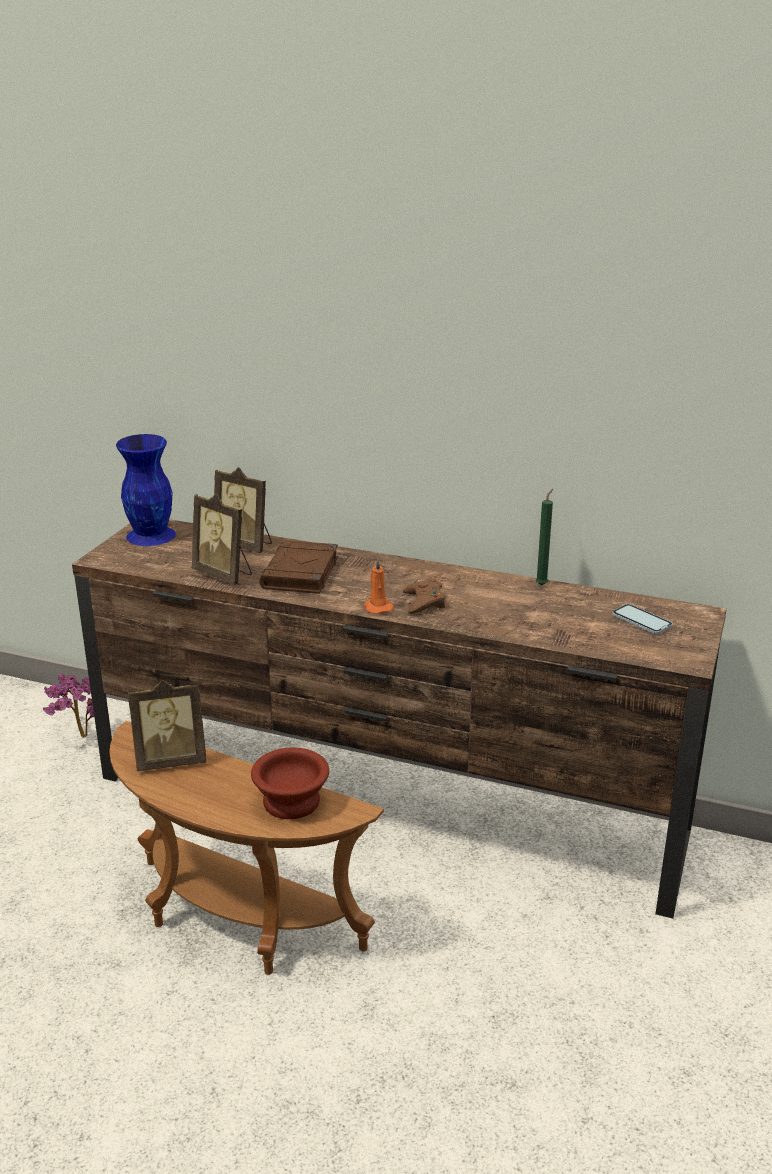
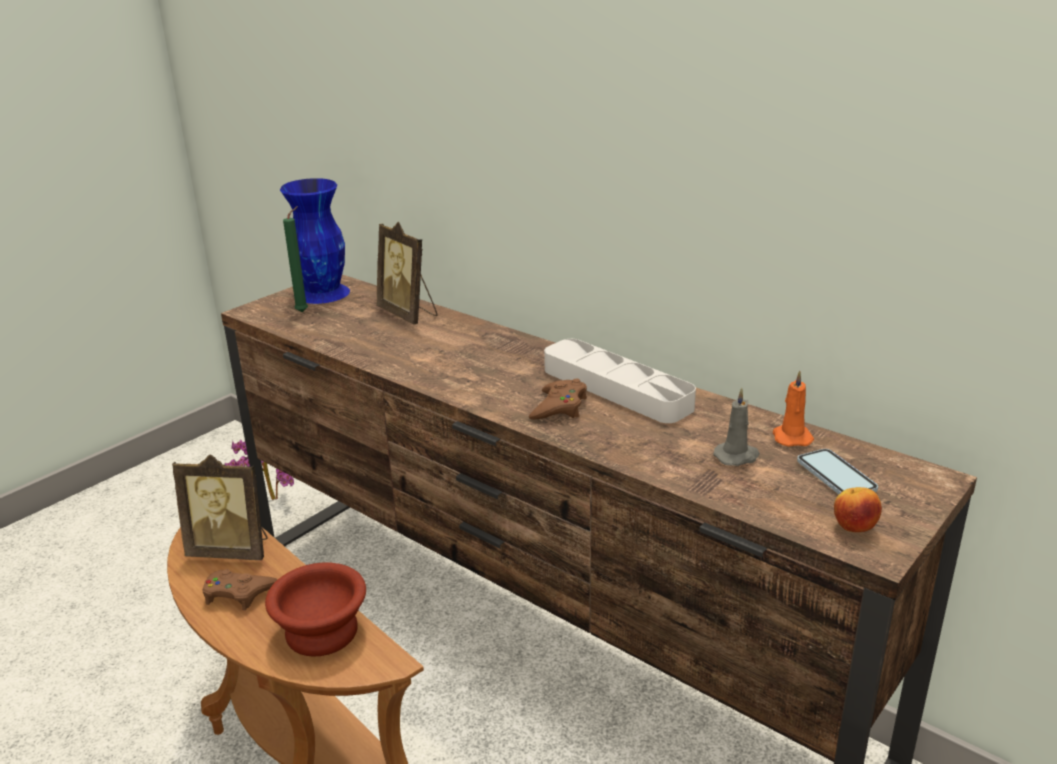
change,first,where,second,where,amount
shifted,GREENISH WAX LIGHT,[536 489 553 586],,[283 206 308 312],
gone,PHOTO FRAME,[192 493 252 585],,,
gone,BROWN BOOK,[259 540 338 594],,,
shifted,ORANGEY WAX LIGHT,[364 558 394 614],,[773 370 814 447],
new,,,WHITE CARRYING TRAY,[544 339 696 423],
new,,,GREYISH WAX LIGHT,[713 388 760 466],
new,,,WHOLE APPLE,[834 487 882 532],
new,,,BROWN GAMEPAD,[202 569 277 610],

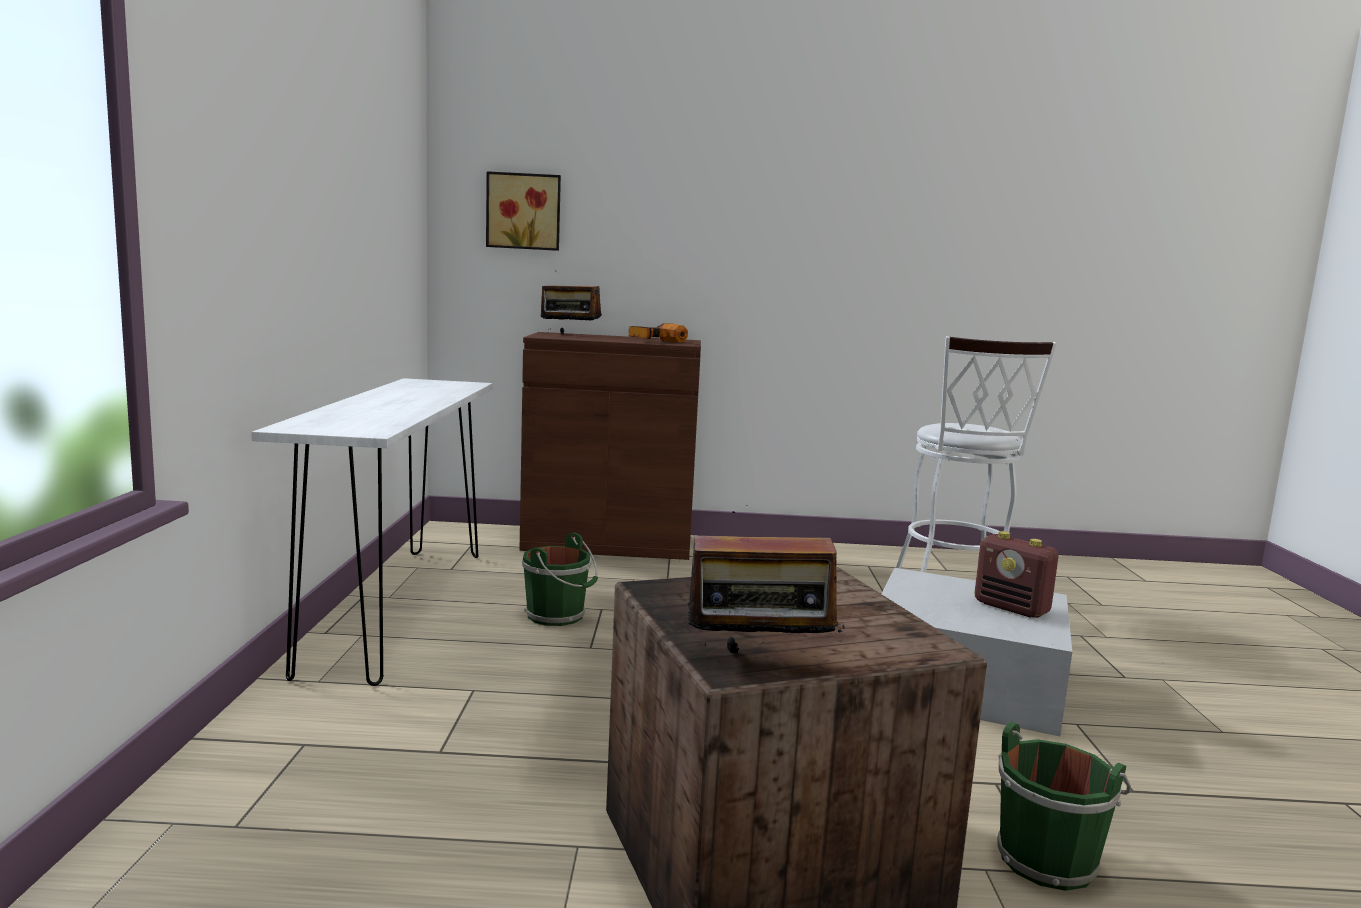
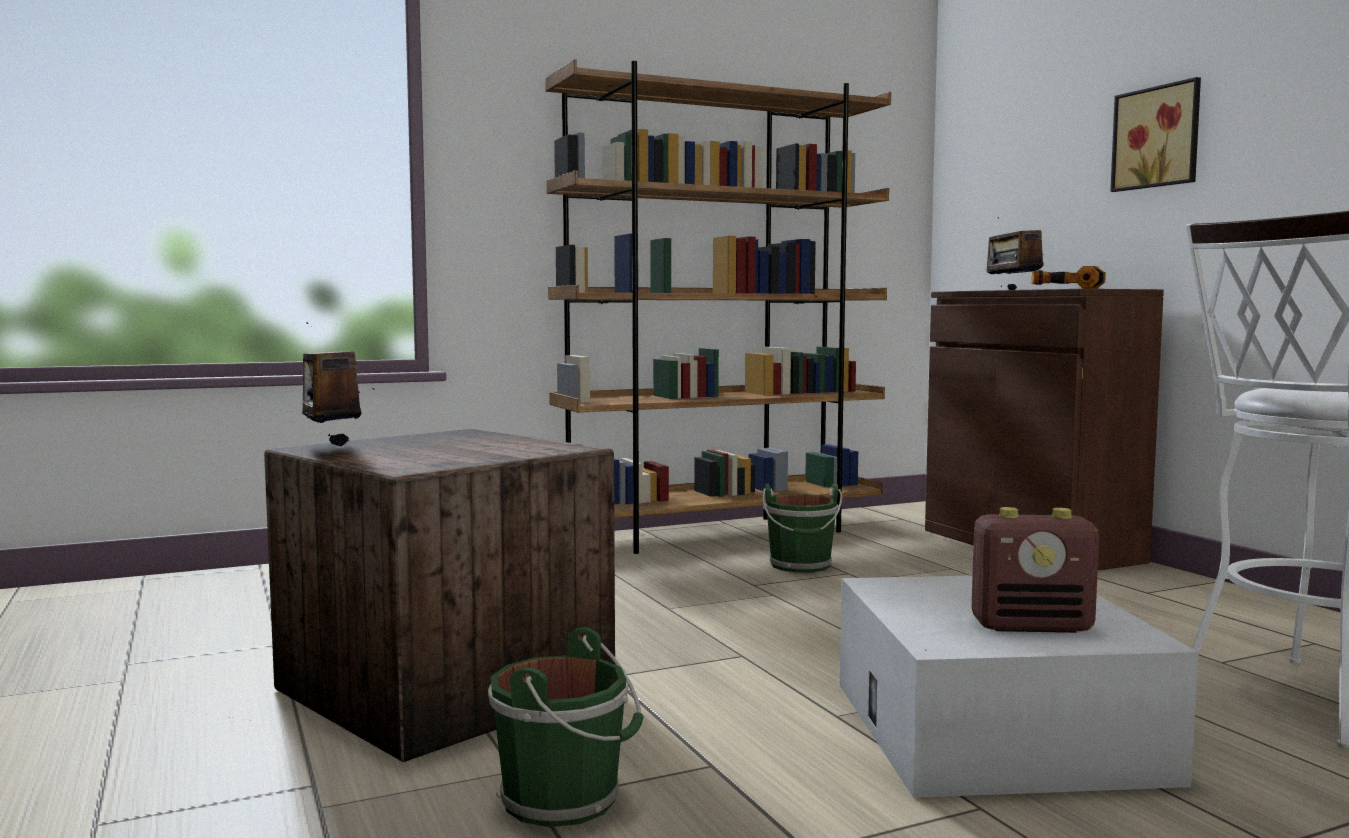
change,first,where,second,where,amount
shifted,WALL PICTURE,[486 171 561 251],,[1110 77 1201 192],
swapped,WHITE CONSOLE TABLE,[252 378 493 686],BROWN BOOKSHELF,[545 59 891 554],
rotated,RADIO RECEIVER,[974 531 1059 618],,[972 507 1099 633],105 degrees counterclockwise

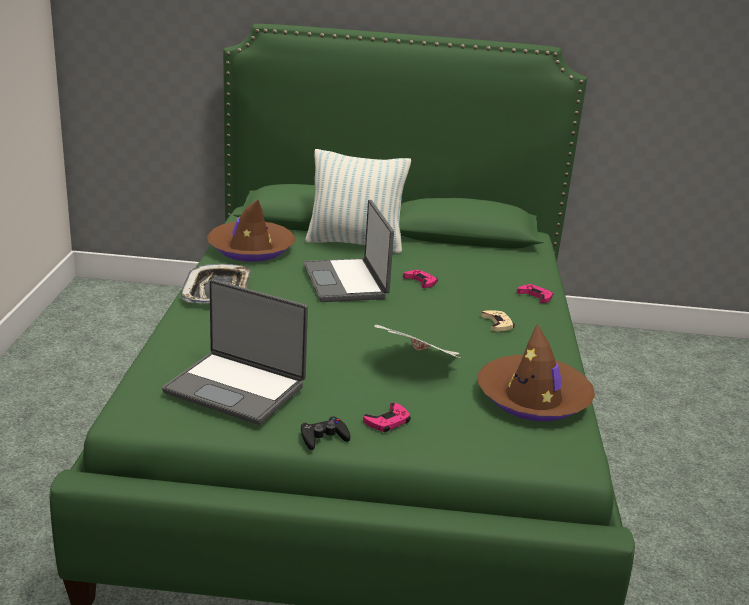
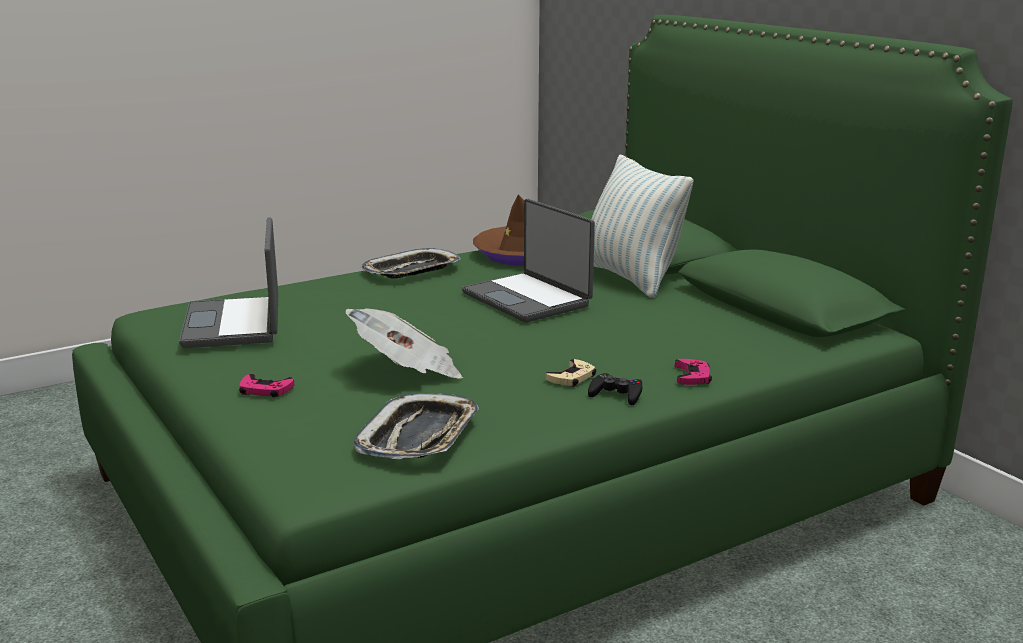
change,first,where,second,where,amount
rotated,NOTEBOOK COMPUTER,[303 200 394 302],,[462 199 595 322],75 degrees counterclockwise
gone,PINK-COLOURED GAMEPAD,[403 270 438 288],,,
swapped,BROWN CLOTHING HAT,[478 324 595 421],CARRYING TRAY,[354 393 479 459],
shifted,BLACK GAMEPAD,[301 416 350 450],,[588 373 642 405],

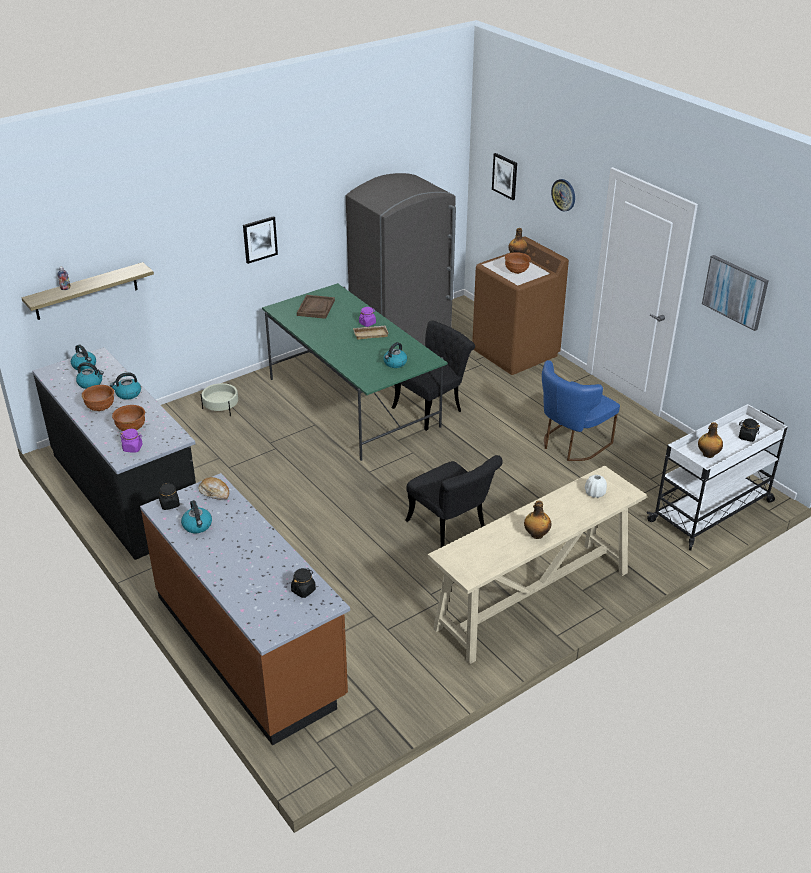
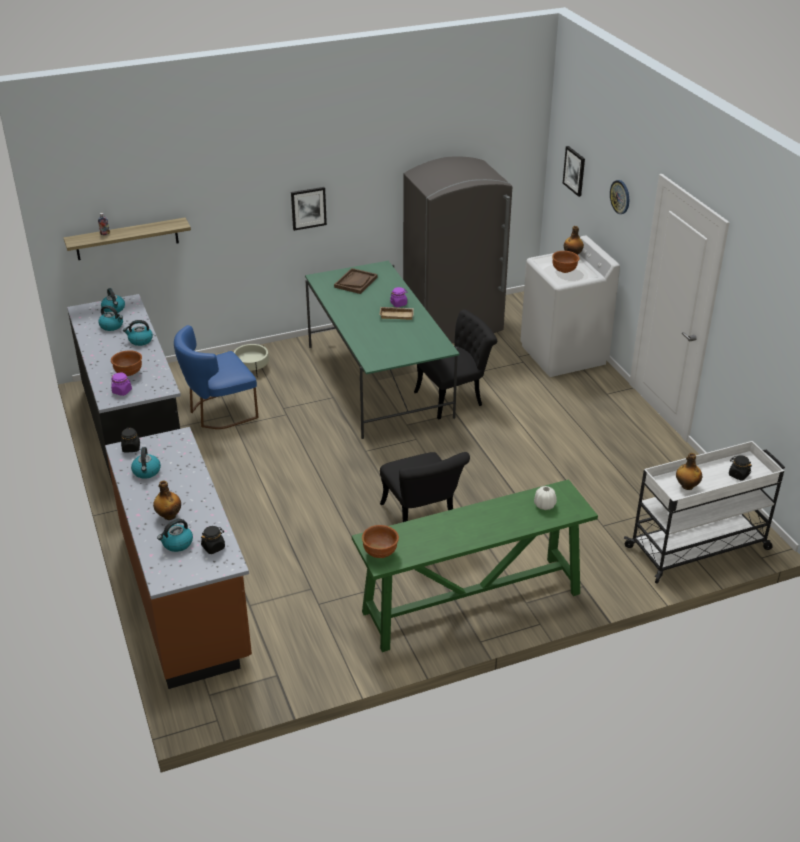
change,first,where,second,where,amount
repainted,BROWN LAUNDRY APPLIANCE,[472 237 569 375],WHITE LAUNDRY APPLIANCE,[520 236 620 377],
gone,WALL PICTURE,[702 255 769 331],,,
shifted,WATER KETTLE,[383 342 407 368],,[157 519 193 552],
shifted,BLUISH UPRIGHT CHAIR,[542 360 620 461],,[174 325 258 429],
shifted,BROWN DEEP DISH,[82 385 114 411],,[362 525 399 558],
repainted,BEIGE CONSOLE TABLE,[428 465 647 664],GREENISH CONSOLE TABLE,[352 479 598 652],
gone,BAKERY BREAD,[199 477 229 499],,,
shifted,DRINK BOTTLE,[524 500 552 539],,[153 481 181 520],

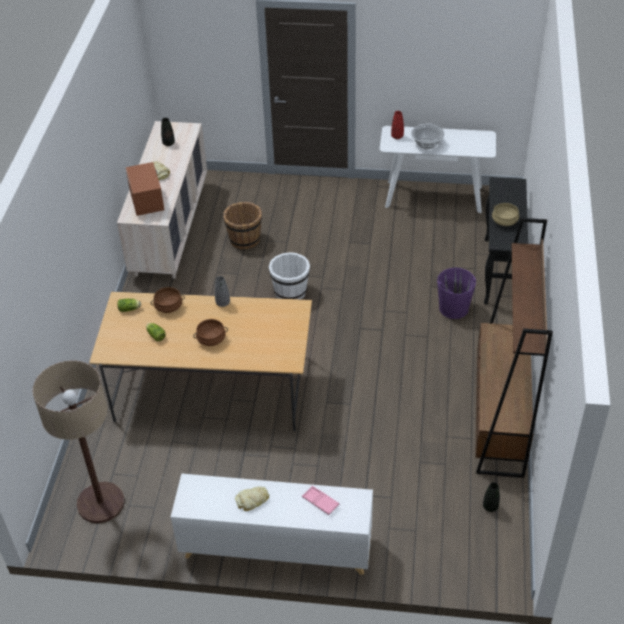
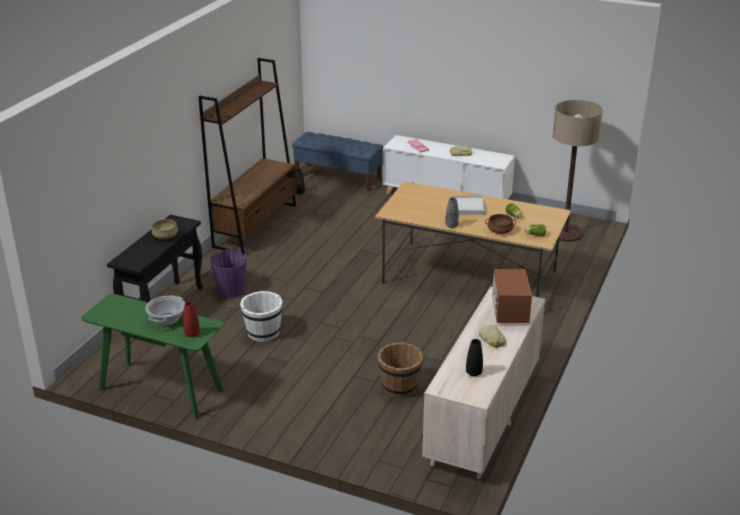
change,first,where,second,where,amount
repainted,WHITE CONSOLE TABLE,[380 126 496 213],GREENISH CONSOLE TABLE,[81 294 224 420],
shifted,WHITE BUCKET,[269 252 310 299],,[240 291 283 342],
swapped,BROWN SAUCEPOT,[193 319 228 346],WHITE CARRYING TRAY,[452 196 485 215],
new,,,BLUISH INDOOR BENCH,[292 132 383 192],

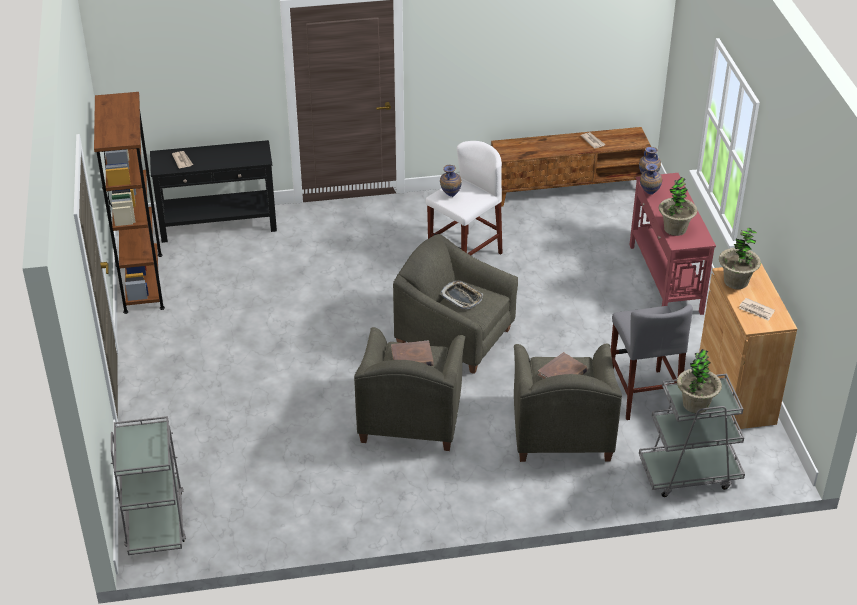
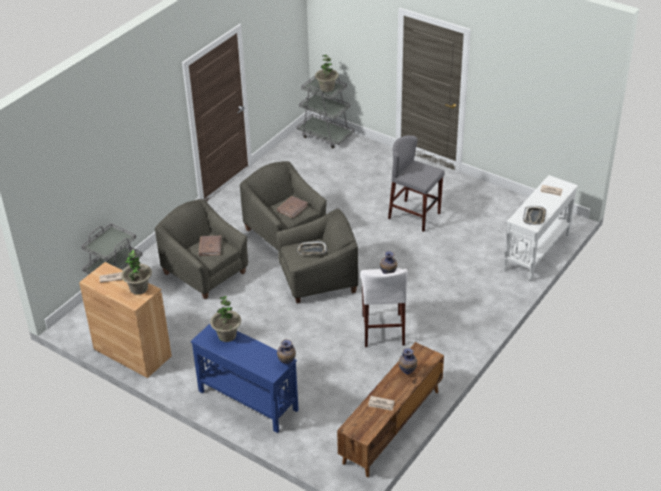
change,first,where,second,where,amount
gone,BROWN BOOKSHELF,[94 92 165 314],,,
repainted,BLACK CONSOLE TABLE,[150 140 277 243],WHITE CONSOLE TABLE,[503 175 578 281],
shifted,FLOWER VASE,[640 163 662 195],,[399 348 417 375],
repainted,REDDISH CONSOLE TABLE,[630 173 716 315],BLUISH CONSOLE TABLE,[191 324 299 433],
shifted,GREYISH SITTING STOOL,[611 304 693 420],,[388 135 445 232],
shifted,POTTED PLANT,[677 349 722 413],,[315 55 339 92],
new,,,CARRYING TRAY,[523 206 546 225],

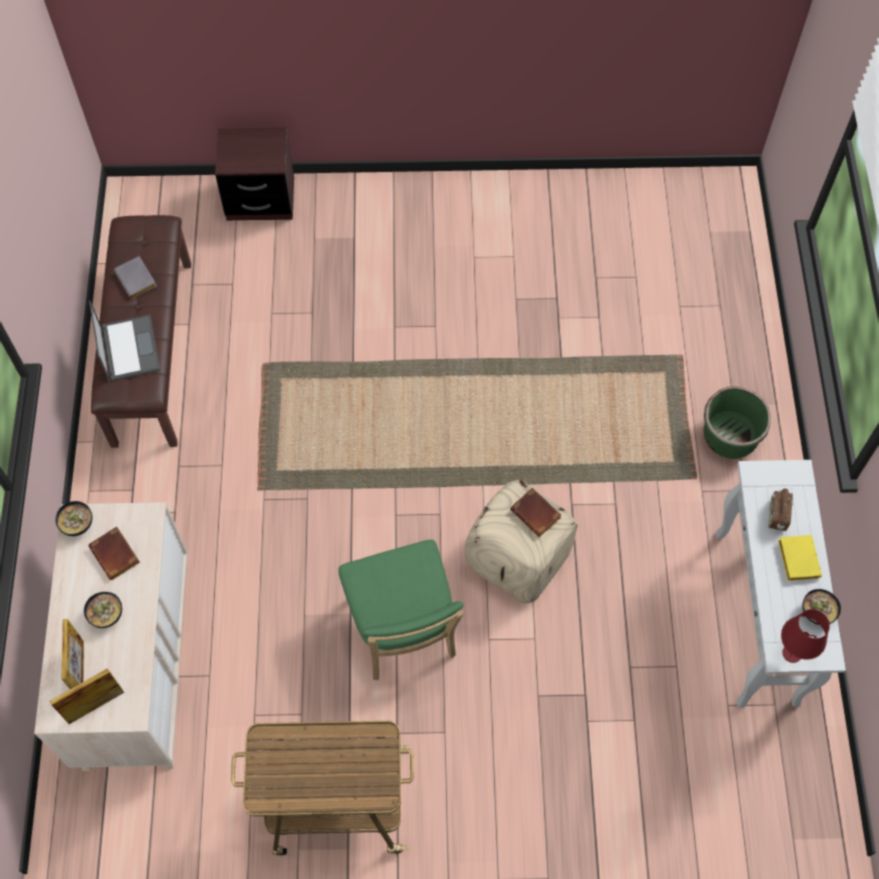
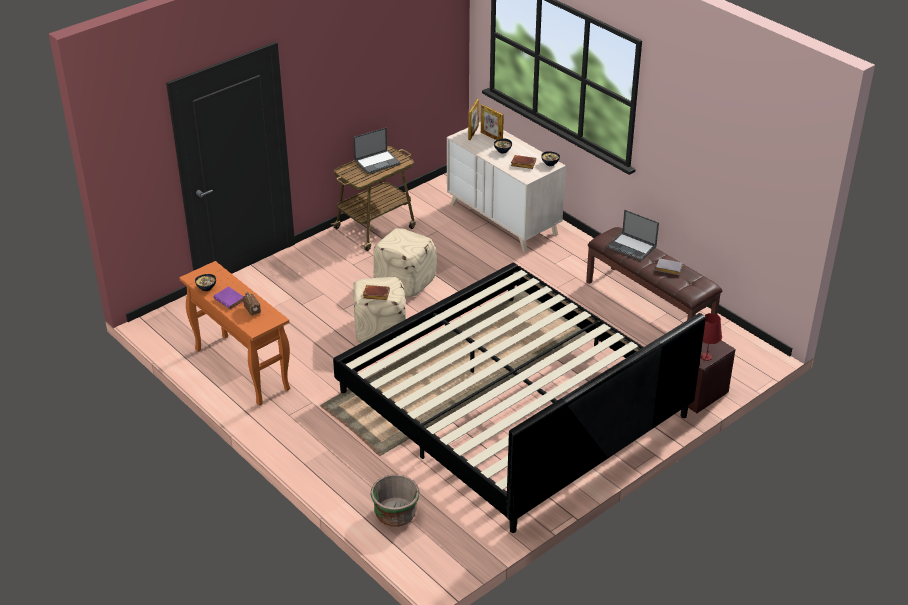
change,first,where,second,where,amount
shifted,GREENISH PLANT POT,[703 386 771 459],,[370 475 420 527],
repainted,WHITE CONSOLE TABLE,[716 460 846 708],ORANGEY CONSOLE TABLE,[179 261 290 406],
repainted,YELLOW-COLOURED BOOK,[778 535 822 581],PURPLE-COLOURED BOOK,[214 286 243 309],
swapped,GREENISH UPRIGHT CHAIR,[338 540 464 680],BEIGE POUFFE,[373 228 437 297],
shifted,REDDISH LAMP FOR A TABLE,[781 609 830 663],,[701 313 722 361],
new,,,NOTEBOOK COMPUTER,[353 128 401 174],
new,,,BED,[333 263 706 533],

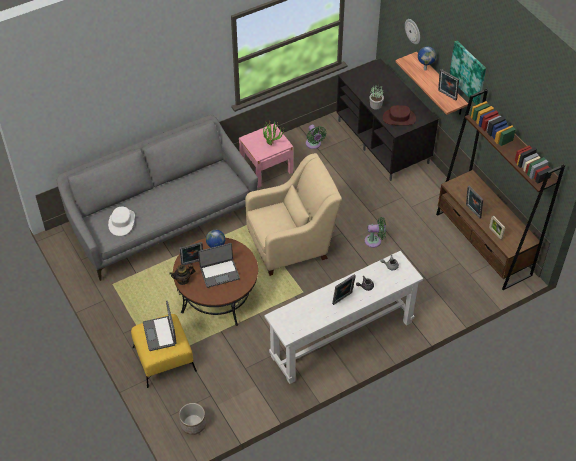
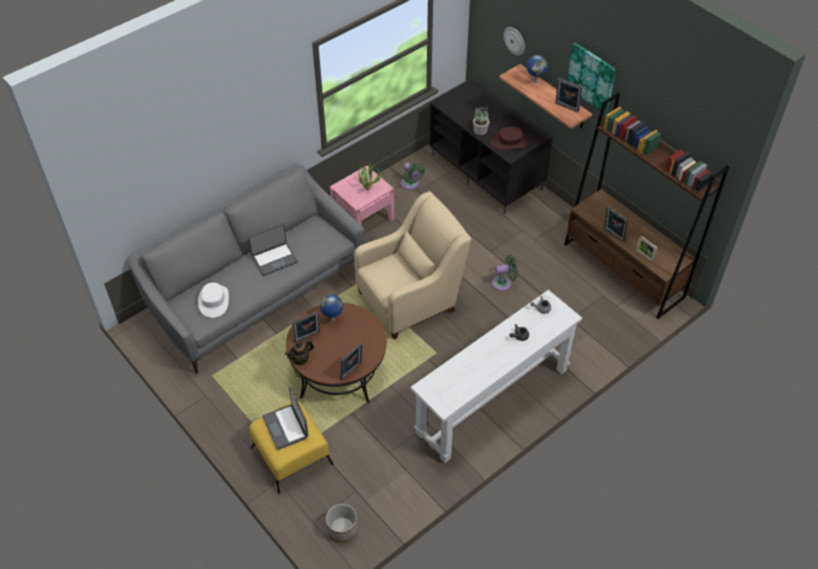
change,first,where,second,where,amount
shifted,NOTEBOOK COMPUTER,[198 243 240 288],,[248 223 298 276],
shifted,PHOTO FRAME,[332 274 356 305],,[340 343 363 380],

